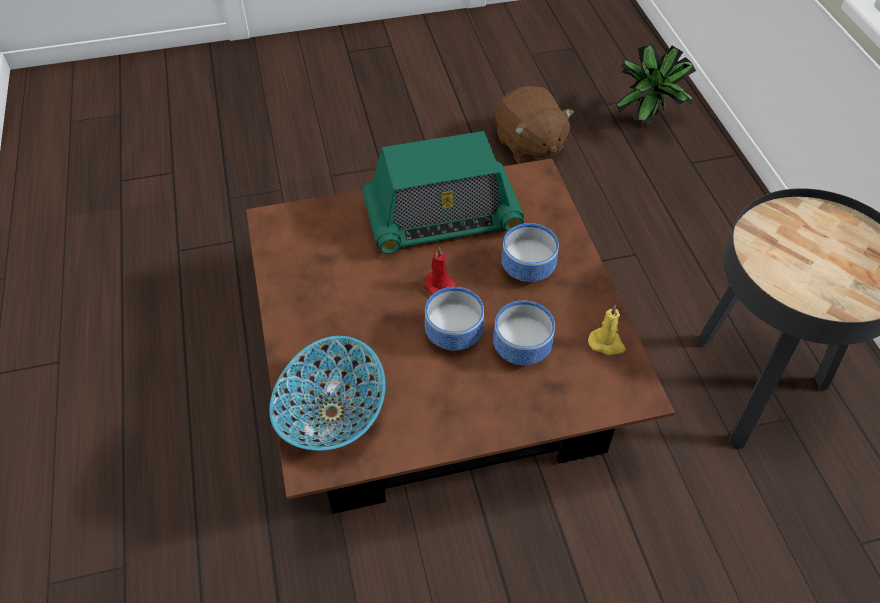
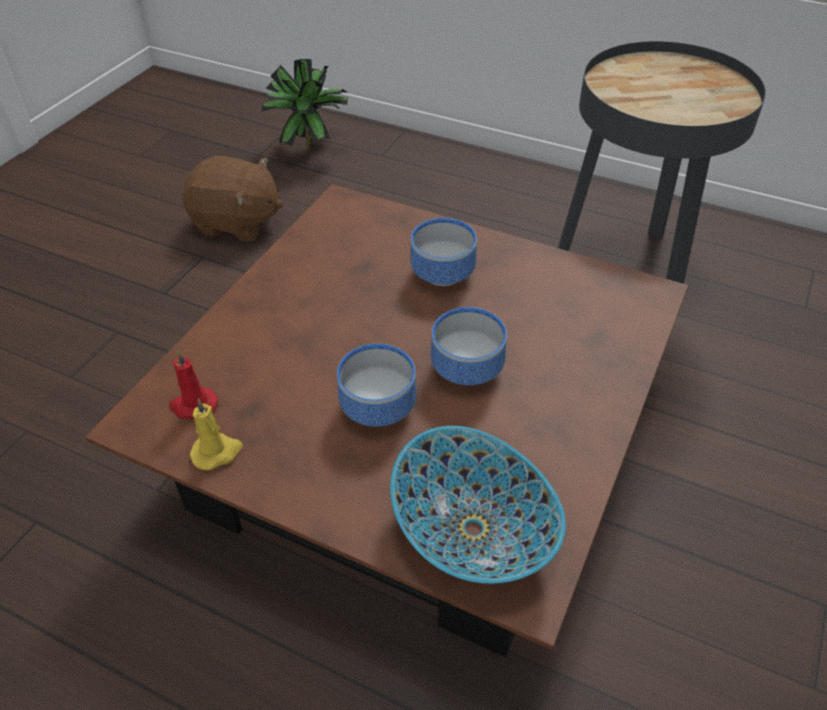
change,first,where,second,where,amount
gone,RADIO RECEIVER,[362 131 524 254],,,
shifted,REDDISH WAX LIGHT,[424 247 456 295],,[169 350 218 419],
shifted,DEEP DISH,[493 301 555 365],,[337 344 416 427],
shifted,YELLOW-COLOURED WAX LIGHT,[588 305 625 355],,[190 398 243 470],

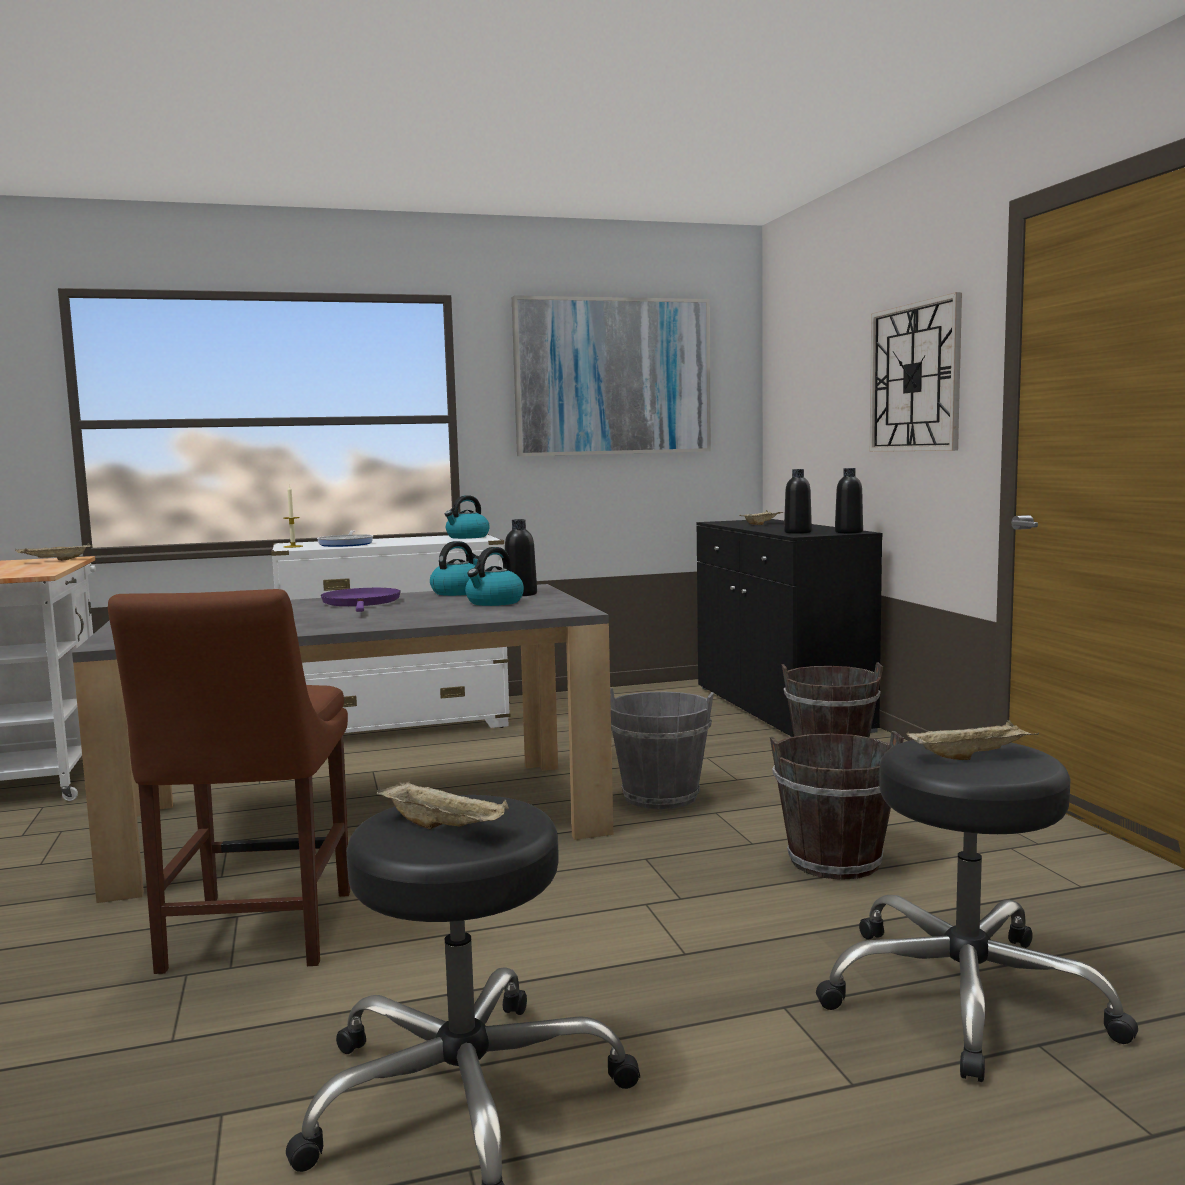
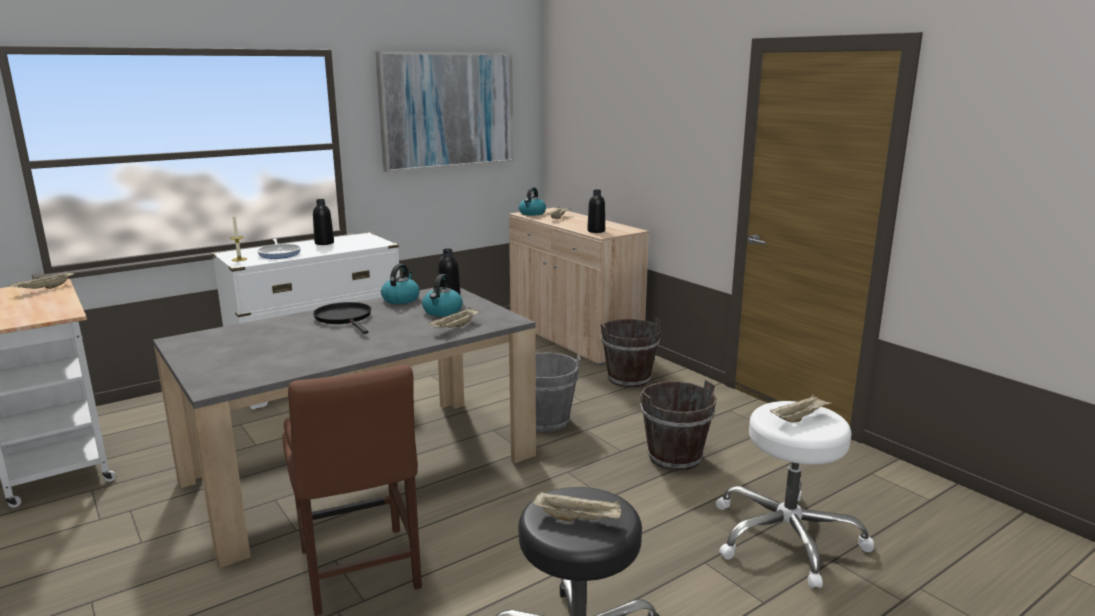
change,first,where,second,where,amount
gone,WALL CLOCK,[870 292 962 452],,,
shifted,BLACK DRINK BOTTLE,[835 468 863 533],,[313 199 334 245],
shifted,WATER KETTLE,[445 495 490 539],,[519 187 546 216],
repainted,BLACK STORAGE CABINET,[696 519 883 737],BEIGE STORAGE CABINET,[509 208 649 366],
repainted,PURPLE-COLOURED SKILLET,[321 588 401 612],BLACK SKILLET,[313 302 371 334],
repainted,BLACK SITTING STOOL,[816 740 1138 1082],WHITE SITTING STOOL,[716 401 875 588],
new,,,BEIGE CARRYING TRAY,[429 307 479 328],

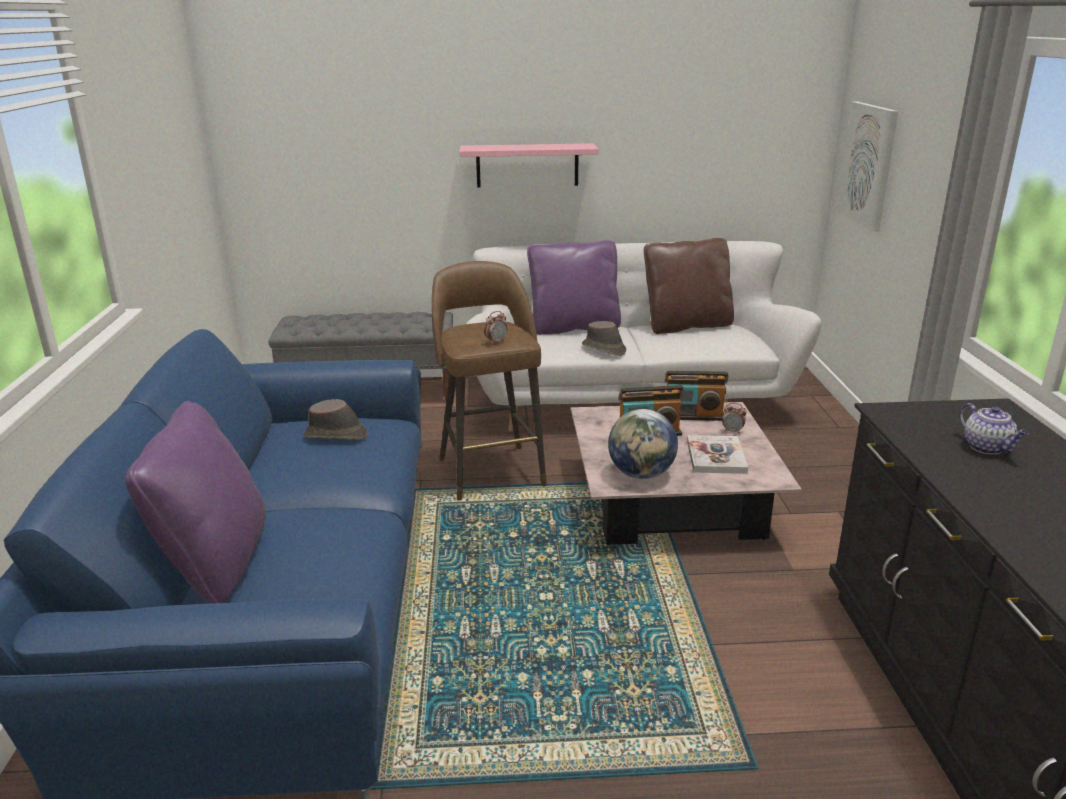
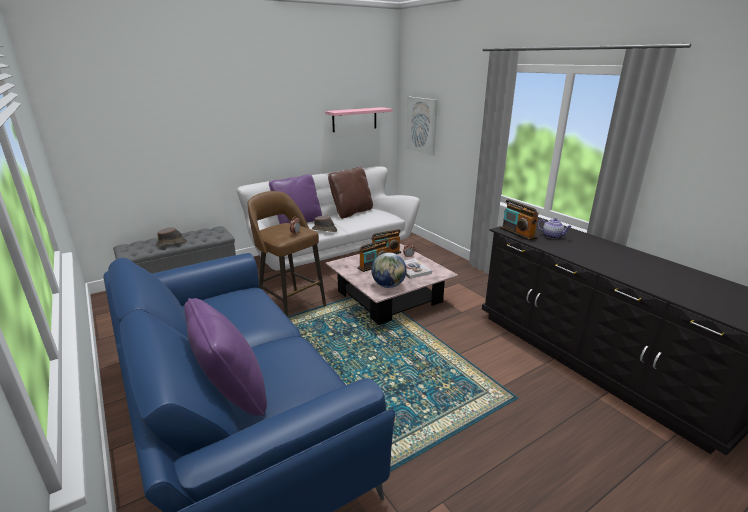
change,first,where,second,where,amount
shifted,PINK-COLOURED SHELF,[459 143 599 188],,[325 107 393 132],
shifted,BROWN CLOTHING HAT,[303 399 368 440],,[156 227 187 246],
new,,,RADIO RECEIVER,[500 199 538 241],

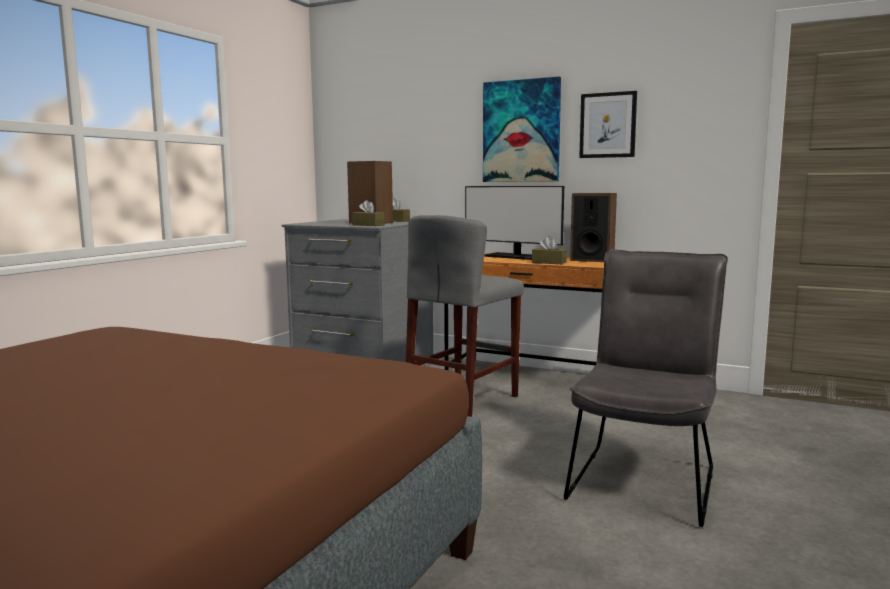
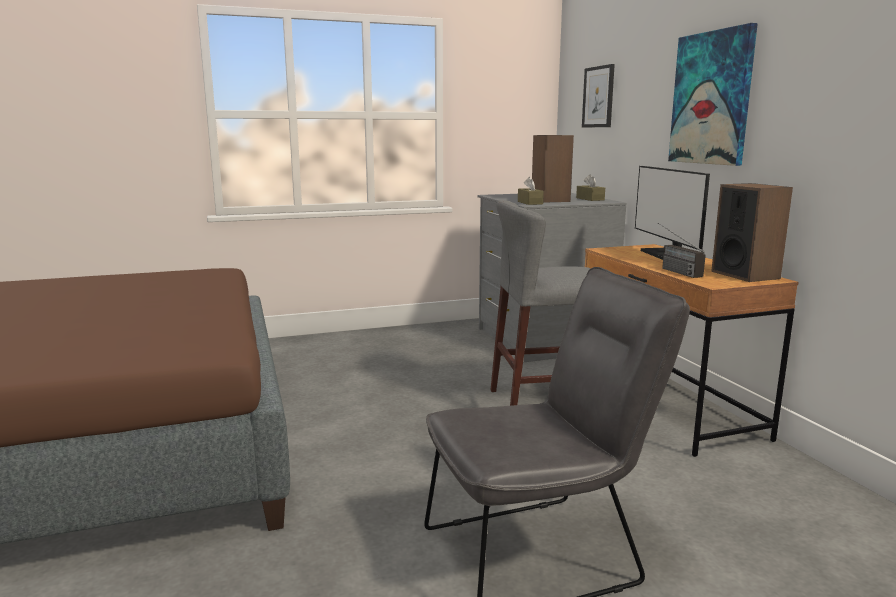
change,first,where,second,where,amount
shifted,WALL PICTURE,[579 91 637 158],,[582 64 615 127],
swapped,BROWN TISSUE BOX,[532 236 567 264],RADIO RECEIVER,[658 223 706 278],

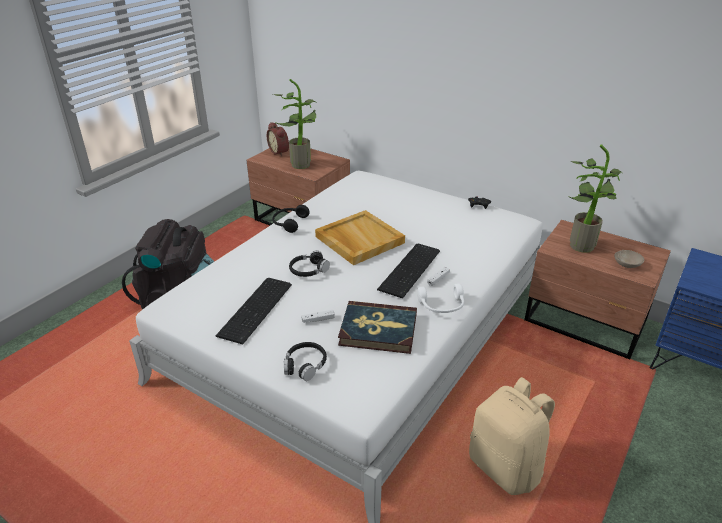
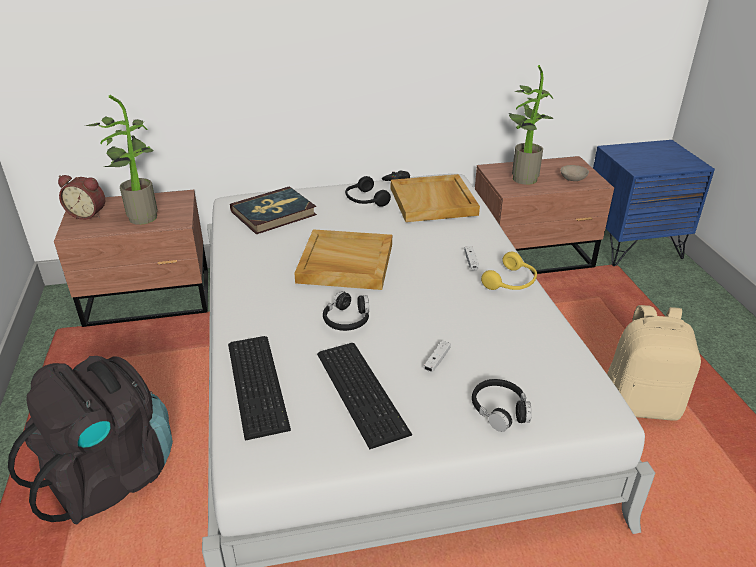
change,first,where,second,where,amount
shifted,BLACK PAIR OF HEADPHONES,[272 205 310 233],,[345 176 391 207],
shifted,PC KEYBOARD,[377 244 440 298],,[228 336 291 441],
repainted,WHITE PAIR OF HEADPHONES,[417 283 464 313],YELLOW-COLOURED PAIR OF HEADPHONES,[481 252 537 290],
shifted,BOOK,[338 301 417 354],,[230 186 317 234],
new,,,BEIGE CARRYING TRAY,[391 174 480 222],

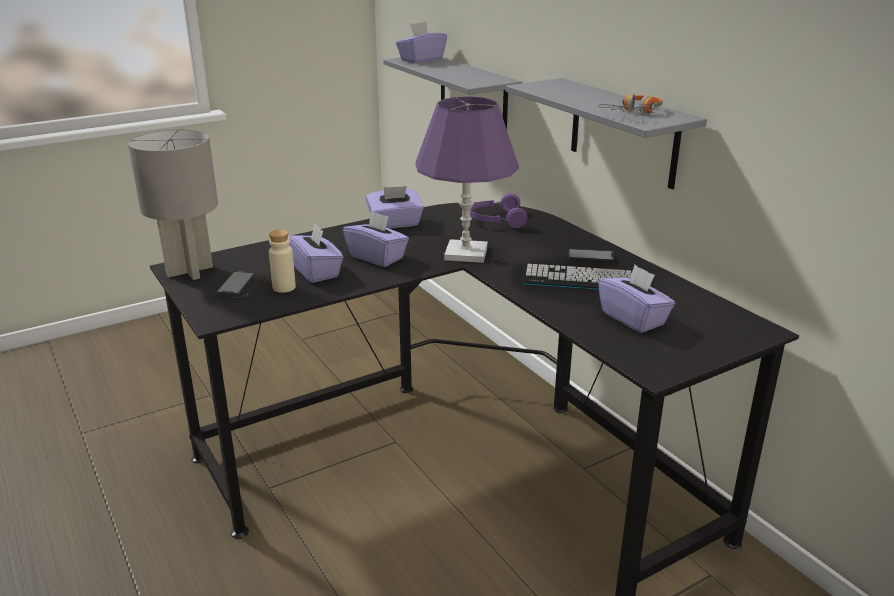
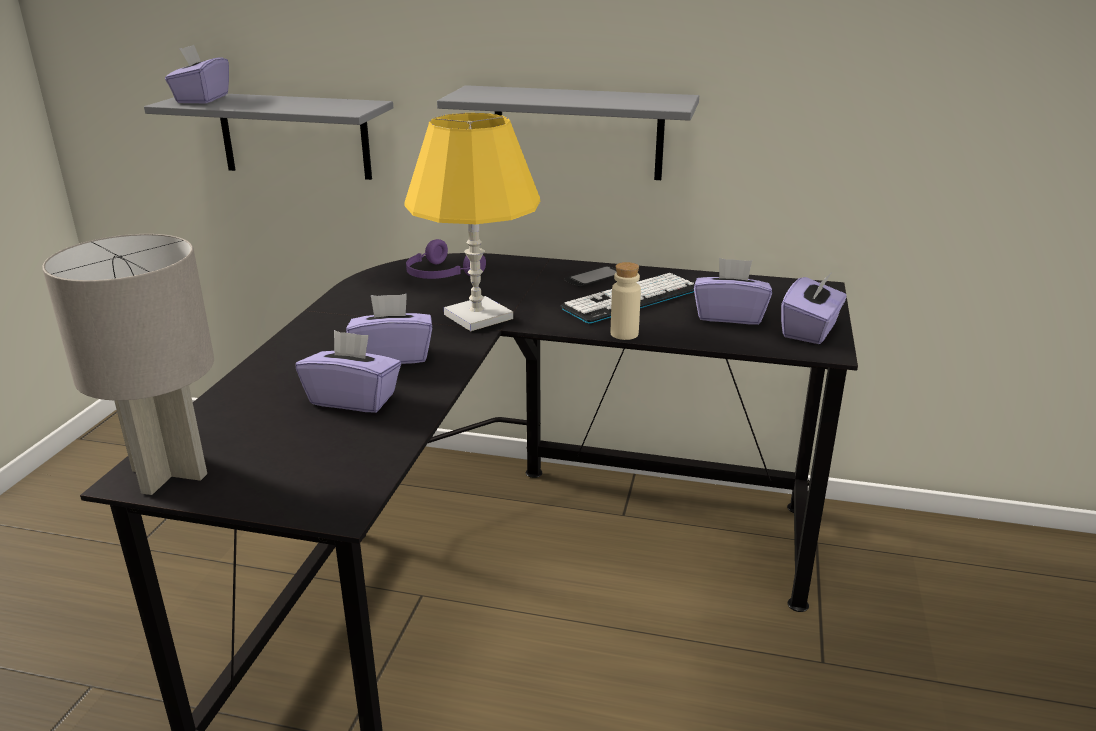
change,first,where,second,where,amount
gone,PAIR OF HEADPHONES,[598 93 663 114],,,
repainted,PURPLE-COLOURED LAMP FOR A TABLE,[416 96 519 263],YELLOW-COLOURED LAMP FOR A TABLE,[404 113 540 331],
shifted,PURPLE-COLOURED TISSUE BOX,[366 186 424 229],,[781 272 847 344],
shifted,BEIGE DRINK BOTTLE,[269 230 296 293],,[611 262 641 340],
gone,PHONE,[216 272 263 299],,,

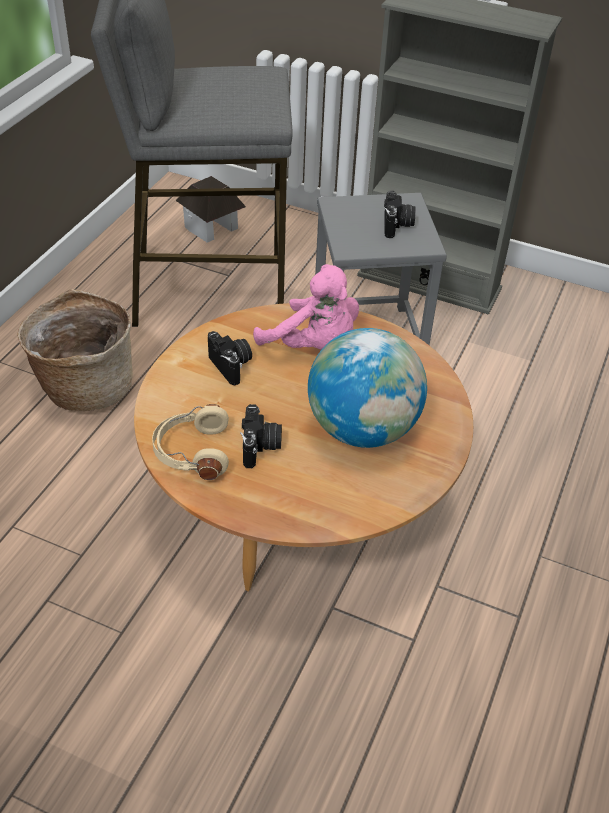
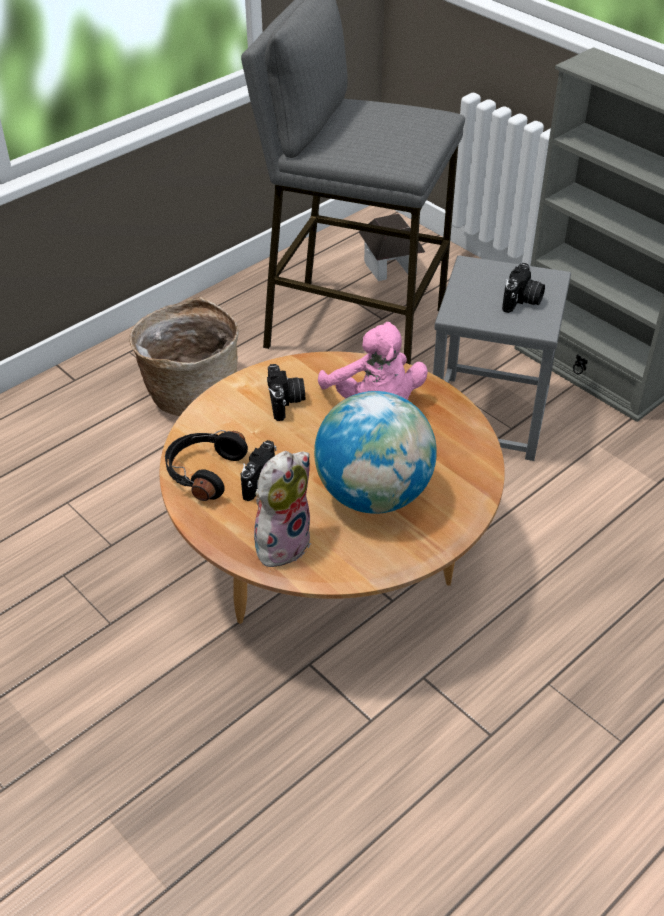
change,first,where,second,where,amount
repainted,BEIGE PAIR OF HEADPHONES,[152 404 229 480],BLACK PAIR OF HEADPHONES,[165 430 248 501],
new,,,PLUSH TOY,[254 451 311 568],

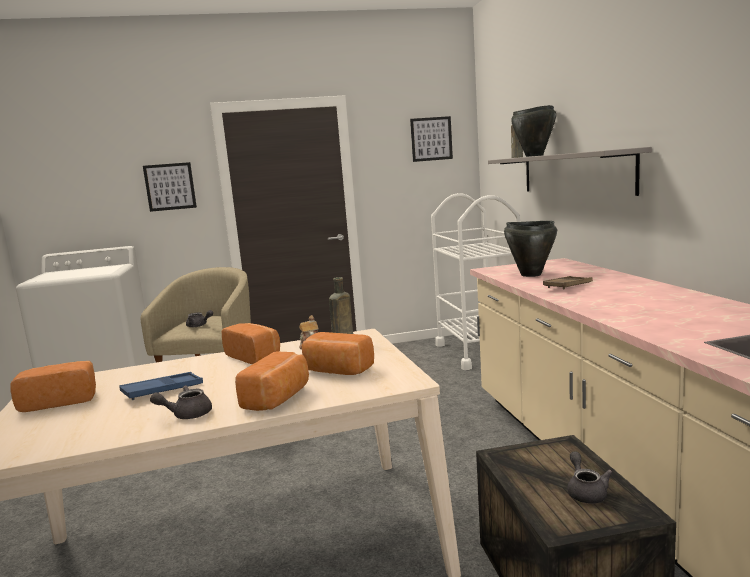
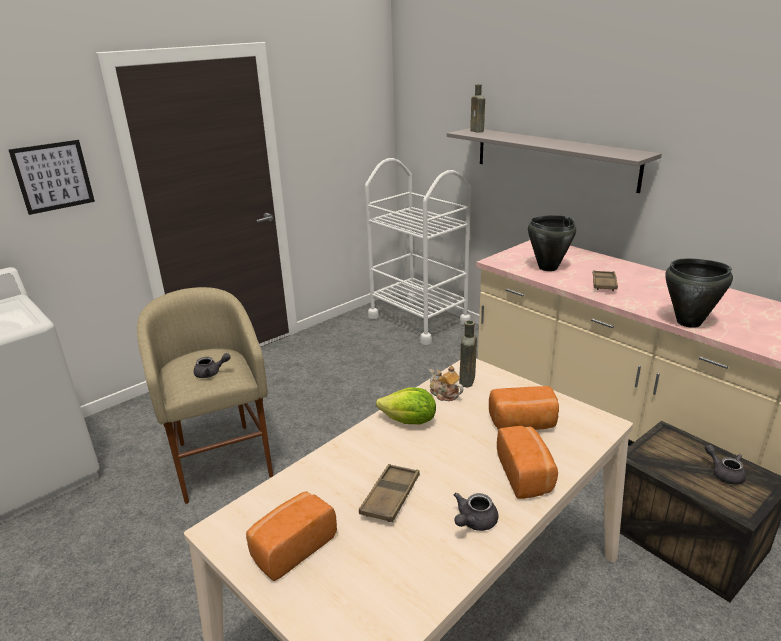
change,first,where,second,where,amount
shifted,BLACK SAUCEPOT,[511 105 556 157],,[665 258 733 328],
gone,WALL PICTURE,[410 116 453 162],,,
swapped,BAKERY BREAD,[222 323 280 364],LETTUCE HEAD,[376 387 436 424],
repainted,BLUISH CARRYING TRAY,[119 372 203 400],BROWN CARRYING TRAY,[359 464 420 522],

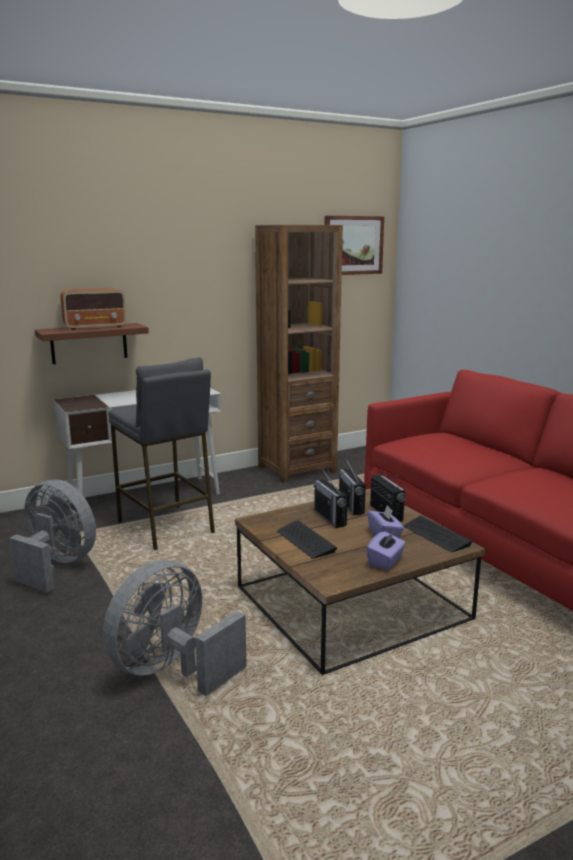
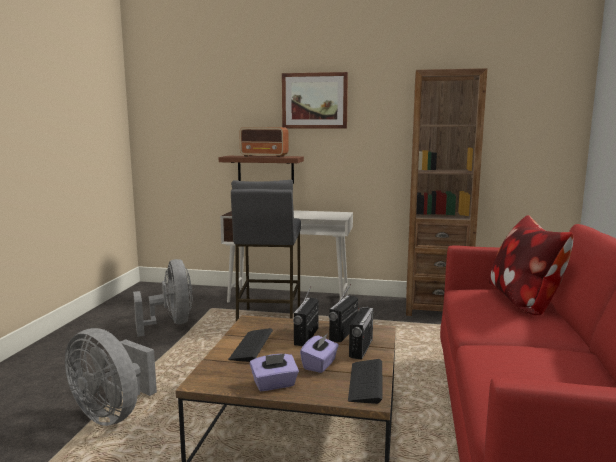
change,first,where,second,where,amount
shifted,WALL PICTURE,[325 216 384 275],,[282 72 348 128],
rotated,GREYISH FAN,[103 560 247 696],,[65 328 157 426],135 degrees counterclockwise
new,,,PILLOW,[489 215 573 315],

